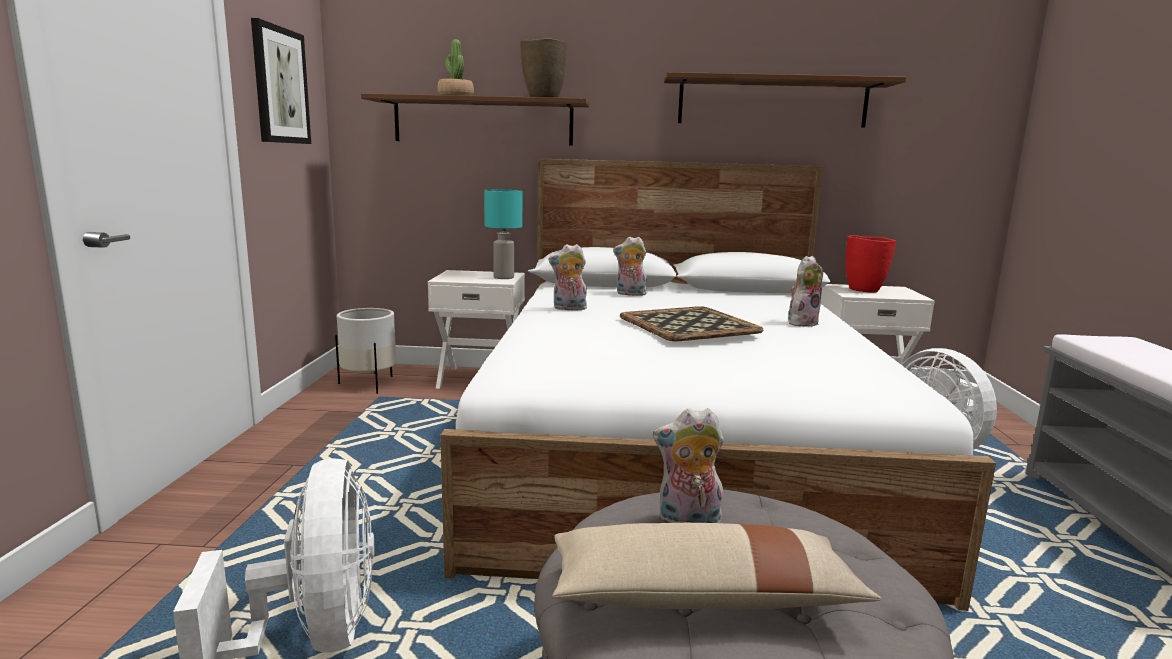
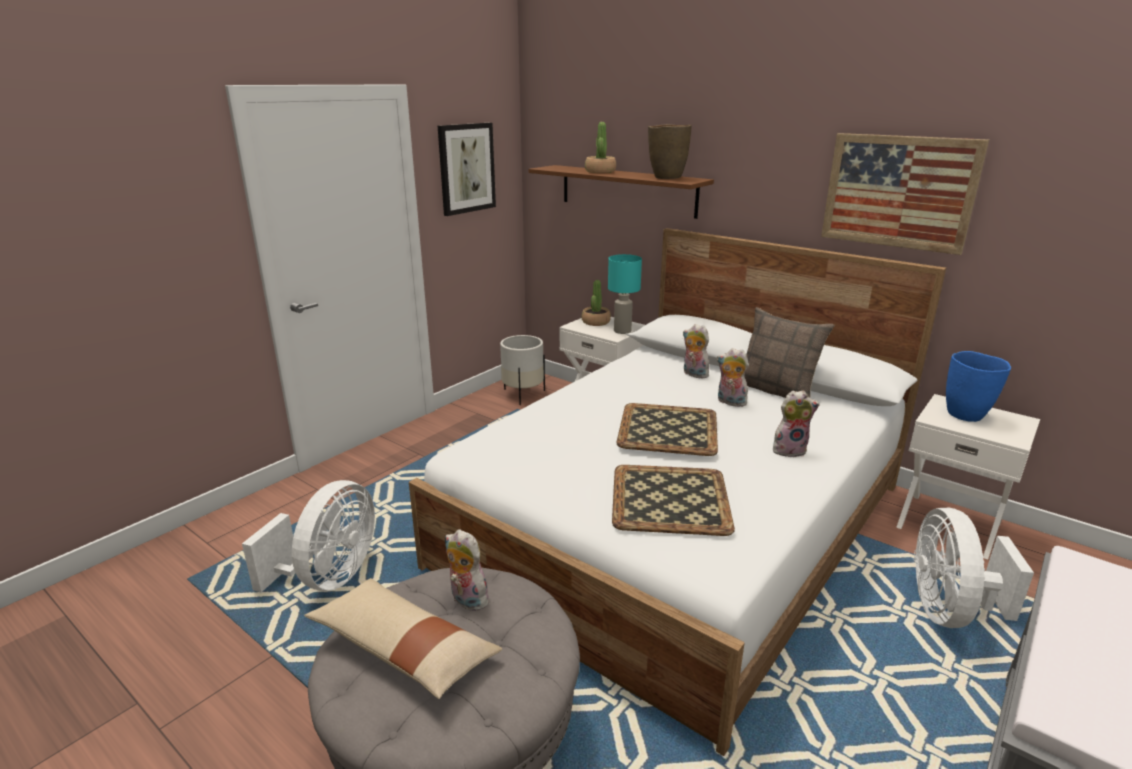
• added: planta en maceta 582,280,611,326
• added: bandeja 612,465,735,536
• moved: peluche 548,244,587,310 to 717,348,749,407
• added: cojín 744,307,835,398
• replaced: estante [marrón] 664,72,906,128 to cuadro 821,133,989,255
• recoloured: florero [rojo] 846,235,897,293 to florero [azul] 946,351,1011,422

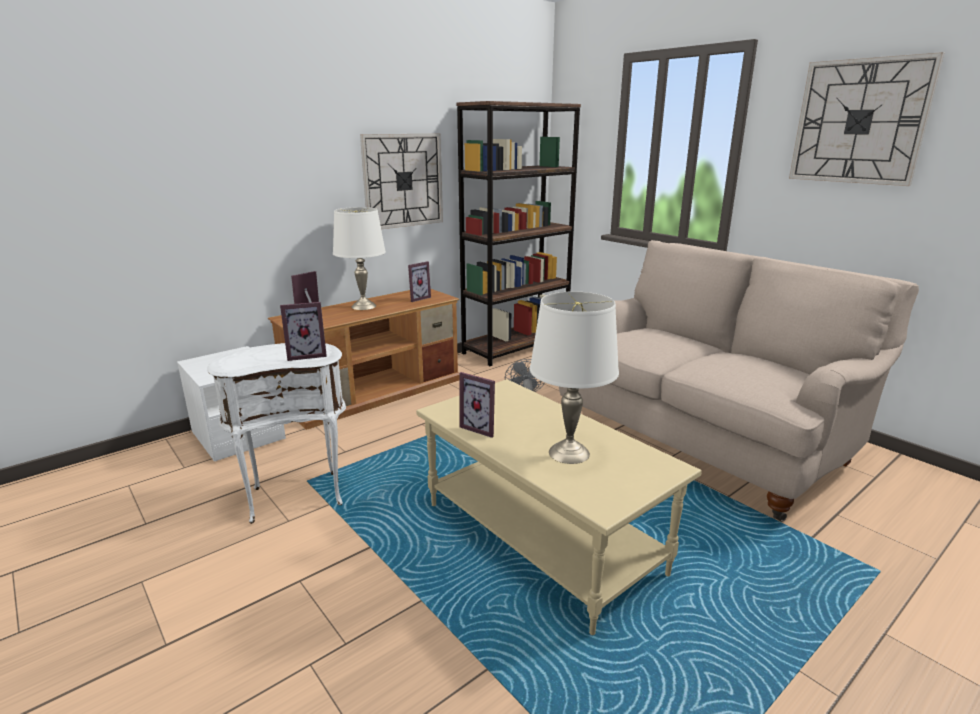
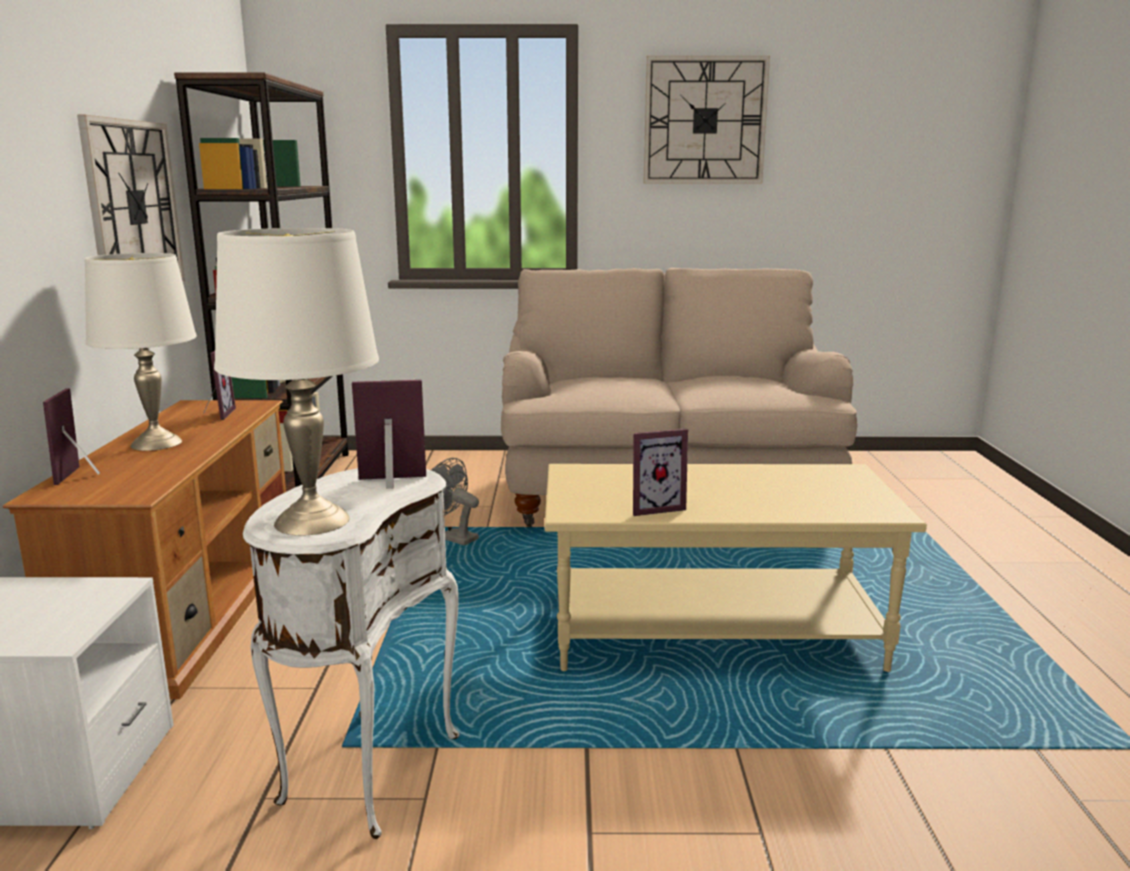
• moved: lámpara de mesa [blanco] 530,292,619,464 to 214,228,379,535
• turned: portarretratos 280,302,327,361 = 352,380,426,489 120 degrees counterclockwise

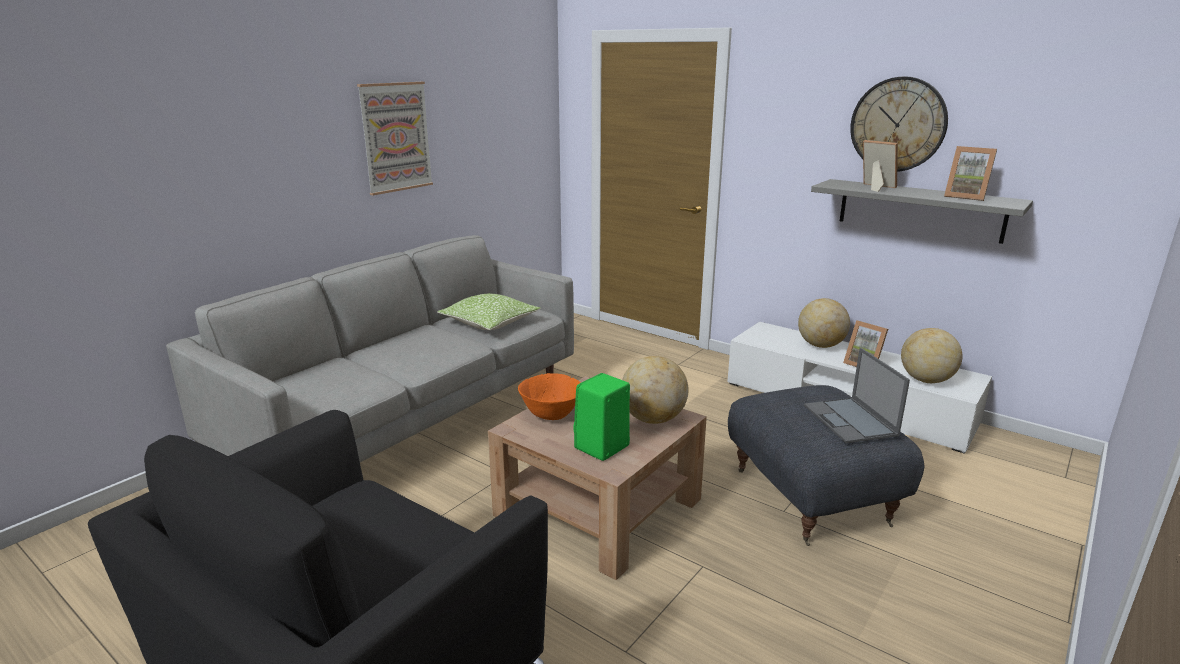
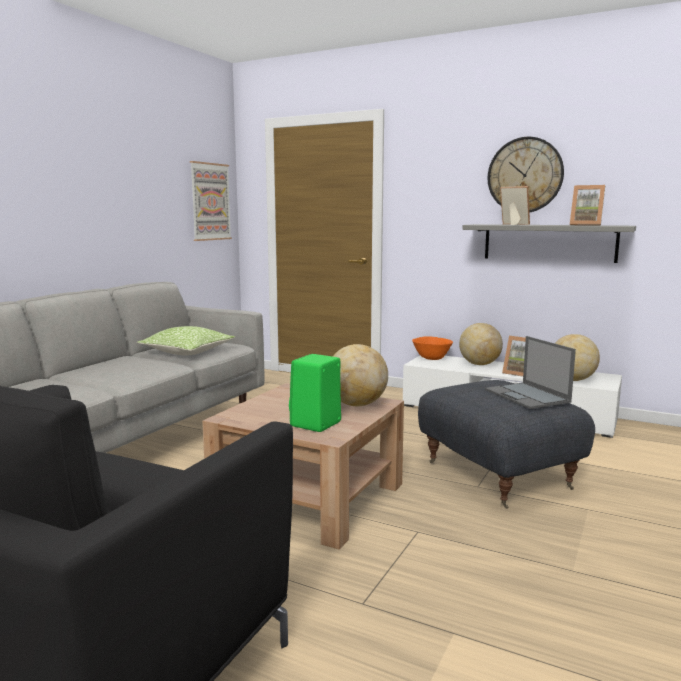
• moved: cuadro 357,82,433,195 to 190,161,232,241
• moved: cuenco [naranja] 518,373,580,420 to 412,337,453,360

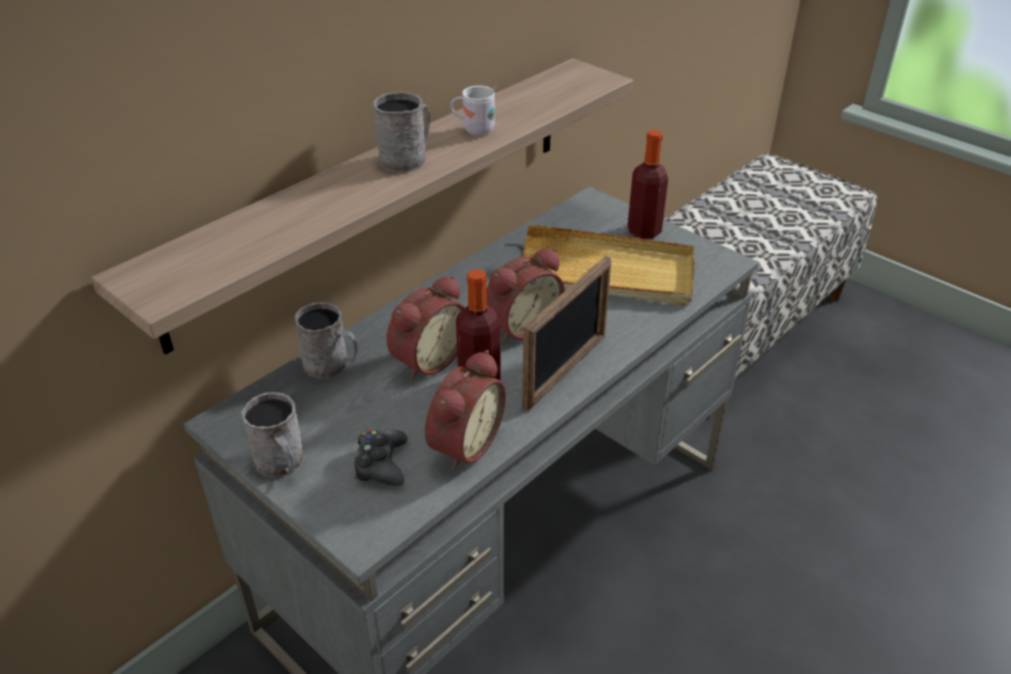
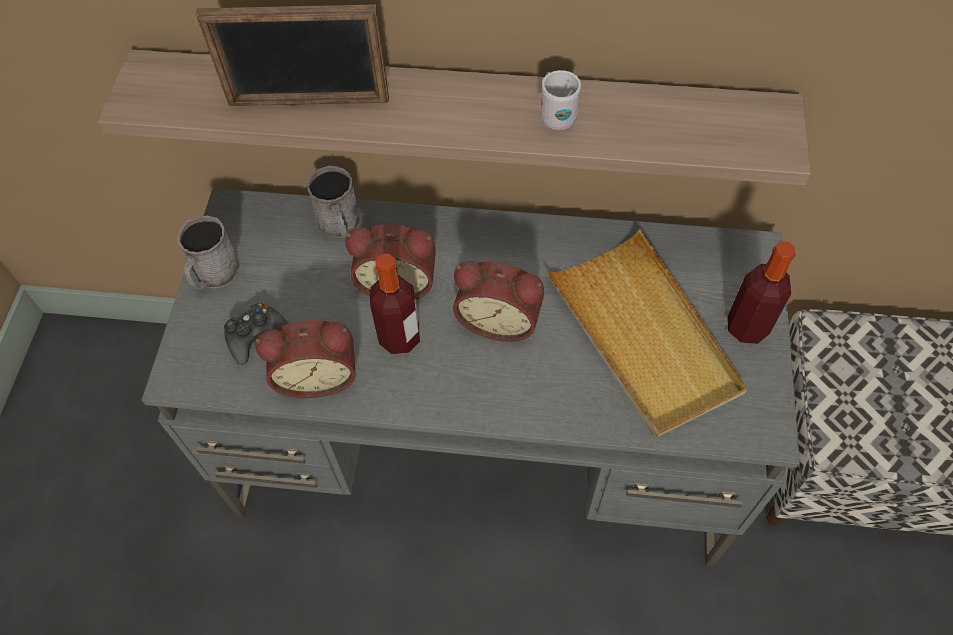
• moved: portarretratos 522,256,611,411 to 196,4,389,106
• removed: taza grande [gris] 373,92,430,172

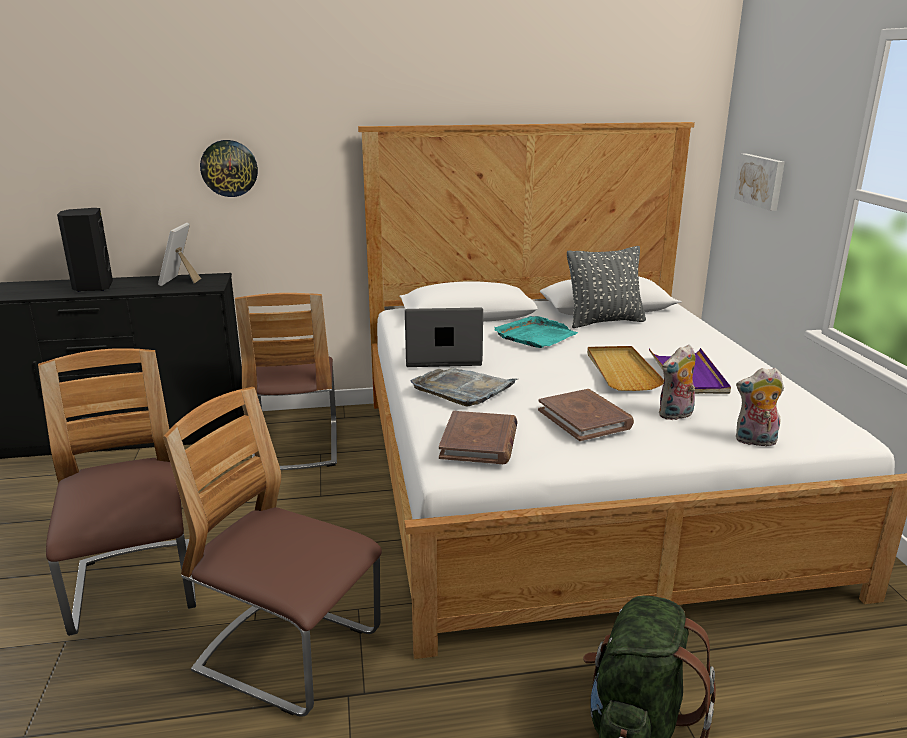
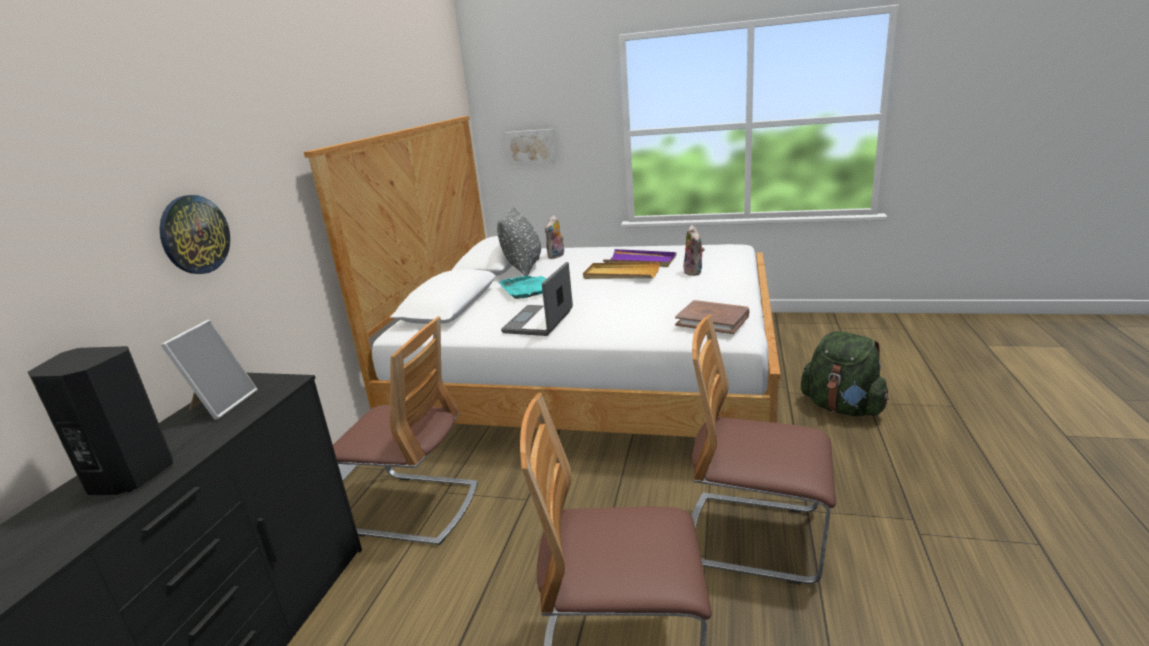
• turned: portarretratos 158,223,201,286 = 161,320,258,420 105 degrees counterclockwise
• moved: peluche 736,368,784,446 to 545,215,564,259
• turned: silla 163,387,382,717 = 691,315,836,584 60 degrees clockwise
• removed: bandeja [gris] 410,368,517,407
• removed: libro [marrón] 538,389,634,441

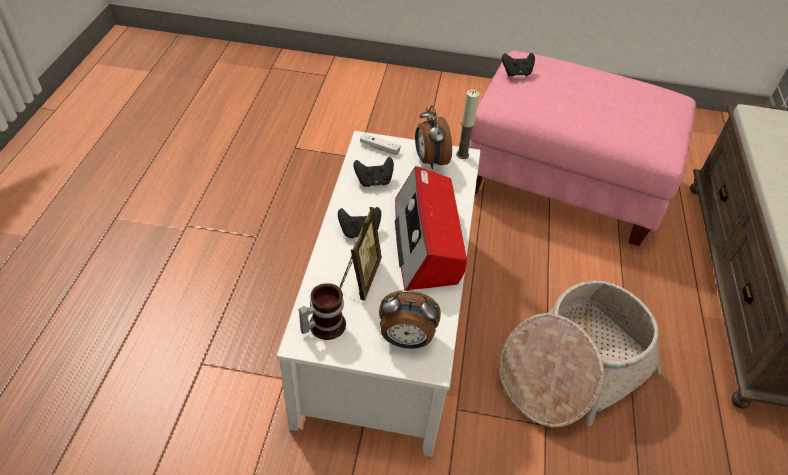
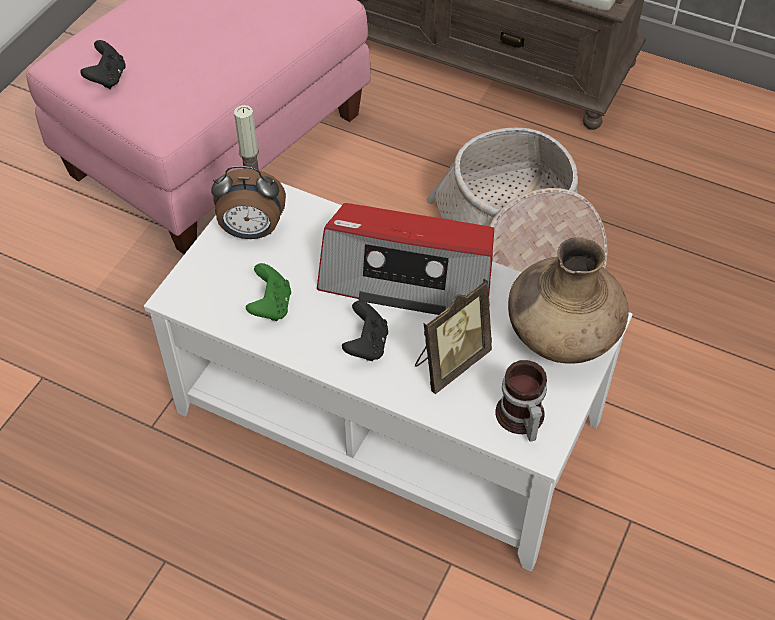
• recoloured: mando de consola [negro] 353,157,394,187 to mando de consola [verde] 246,263,291,321
• turned: portarretratos 339,207,382,301 = 415,279,492,394 105 degrees clockwise
• replaced: despertador 379,290,441,349 to florero [marrón] 508,237,629,364
• removed: mando de consola [blanco] 360,133,401,155

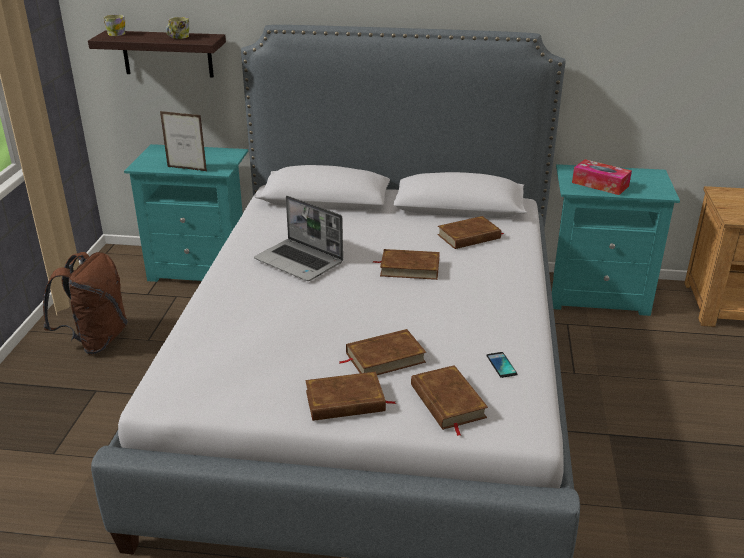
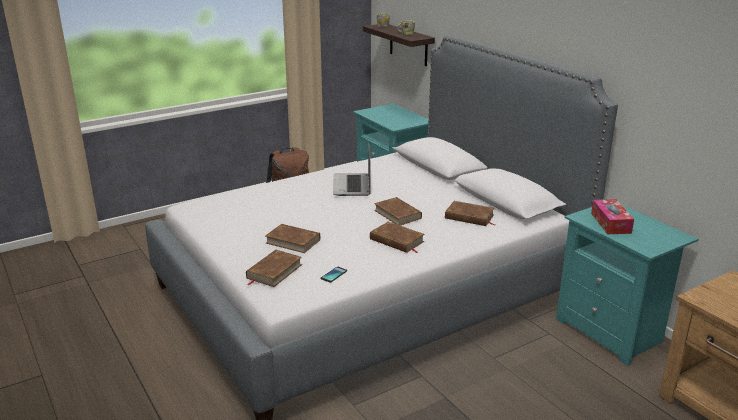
• moved: libro [marrón] 305,372,396,421 to 370,222,425,253
• removed: portarretratos 160,111,207,171

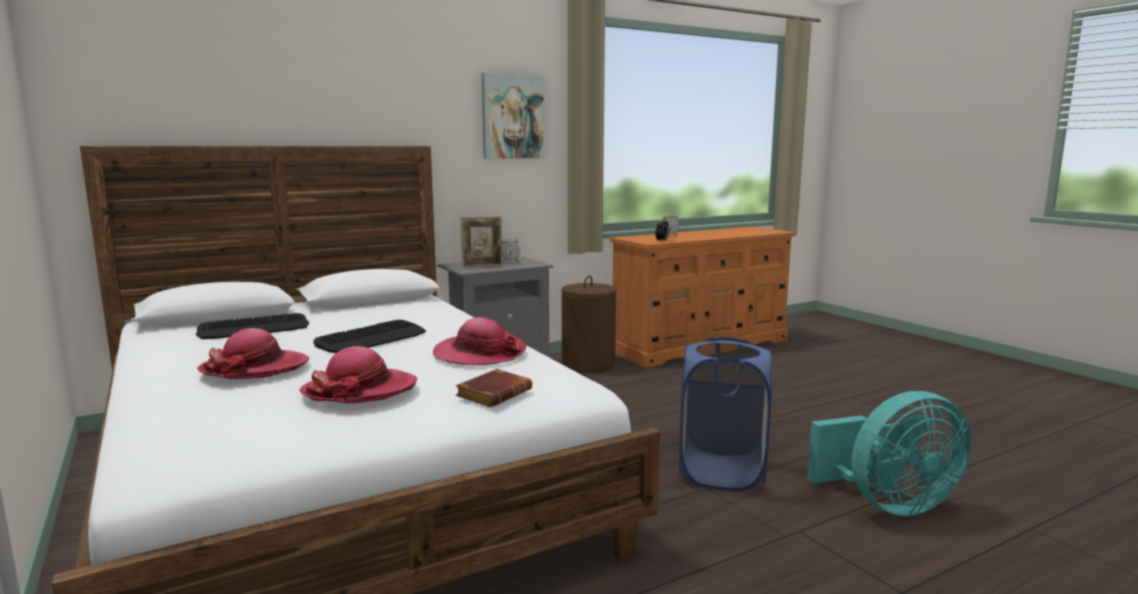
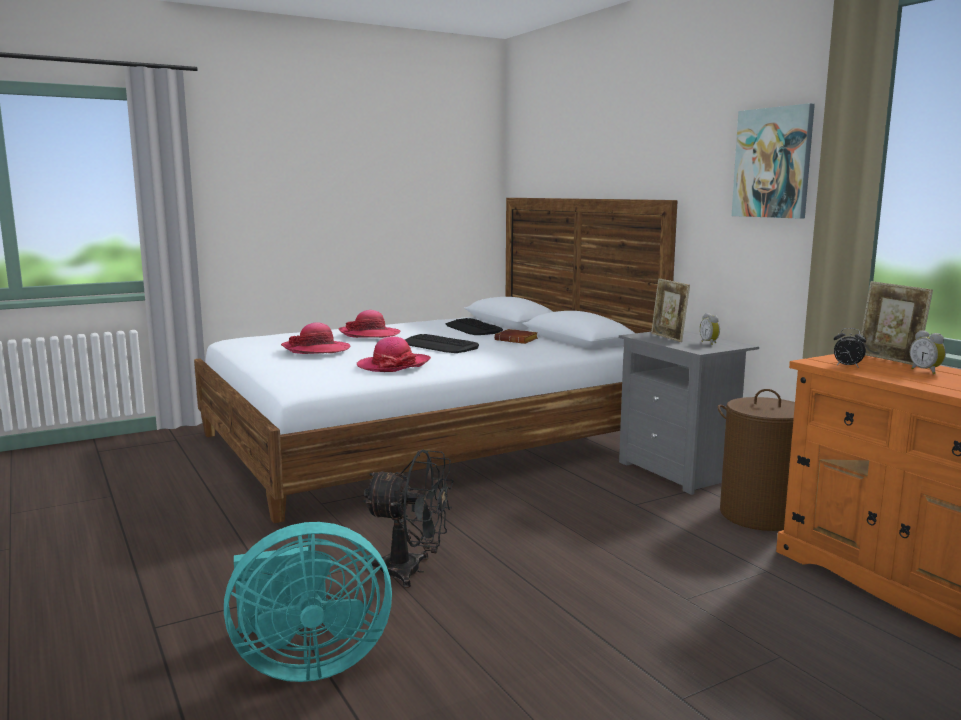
• turned: ventilador [turquesa] 807,391,971,516 = 224,522,392,682 90 degrees counterclockwise
• replaced: cesto de la ropa [azul] 679,337,772,491 to ventilador [negro] 363,450,453,588
• moved: libro [marrón] 456,369,532,407 to 494,329,538,344
• added: portarretratos 861,281,933,365

